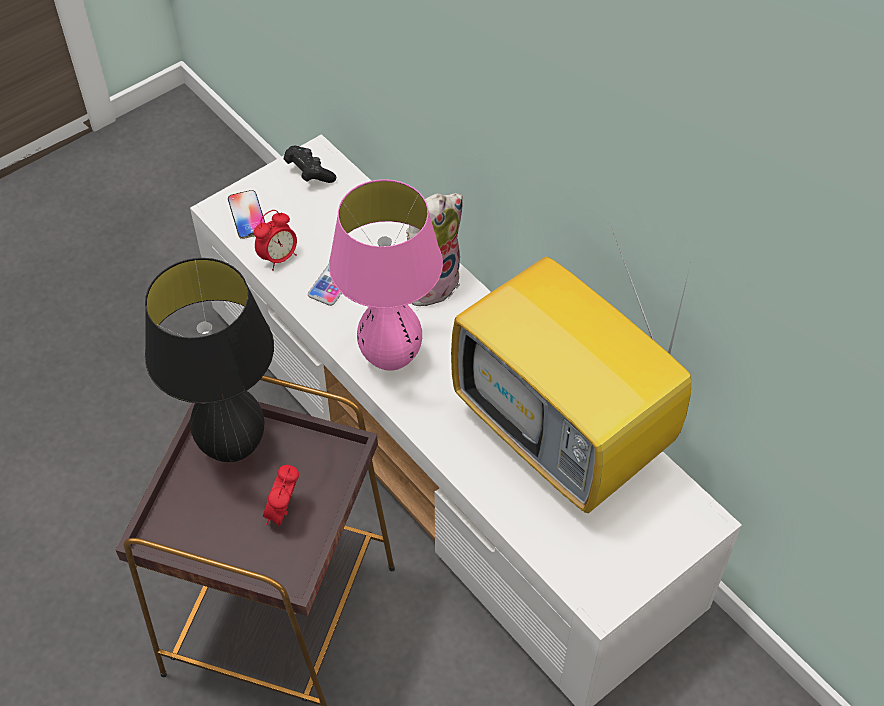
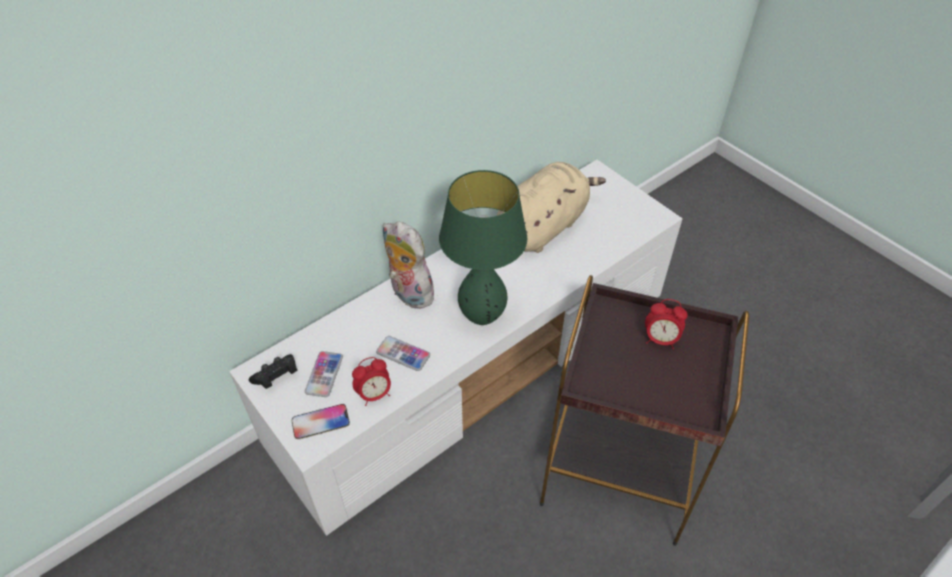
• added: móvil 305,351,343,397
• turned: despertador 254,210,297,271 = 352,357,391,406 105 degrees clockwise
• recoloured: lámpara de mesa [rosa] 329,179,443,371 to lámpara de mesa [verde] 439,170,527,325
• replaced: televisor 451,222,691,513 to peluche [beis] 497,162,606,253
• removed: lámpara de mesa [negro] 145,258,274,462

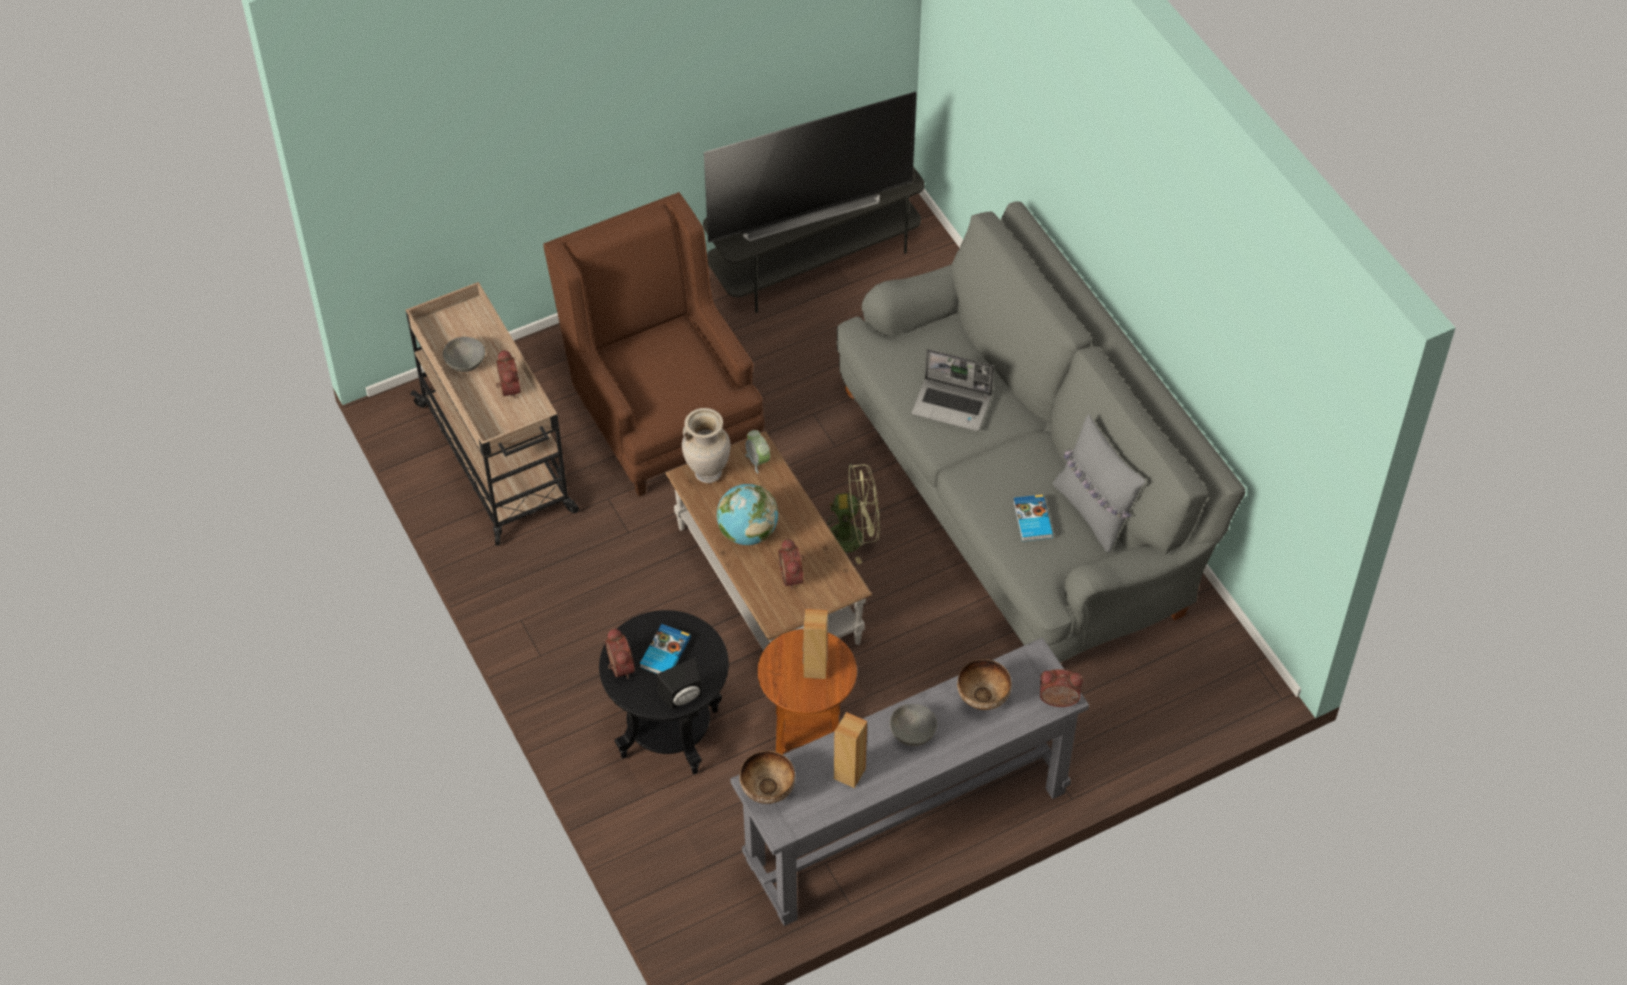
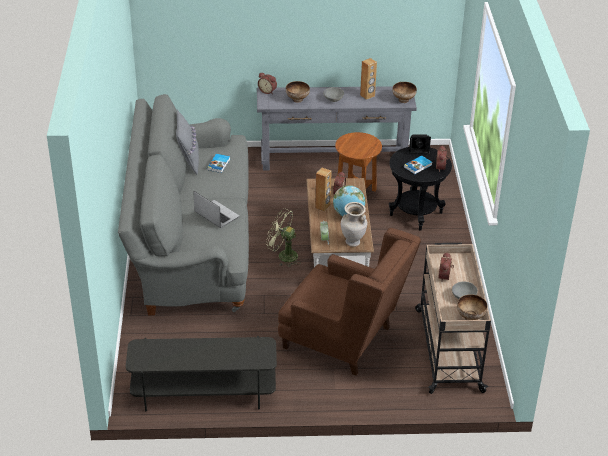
• turned: sillón [marrón] 543,192,764,497 = 278,228,421,376 60 degrees counterclockwise
• moved: altavoz [marrón] 803,609,828,679 to 315,168,332,212
• added: cuenco 457,294,488,320
• removed: televisor 704,92,916,243

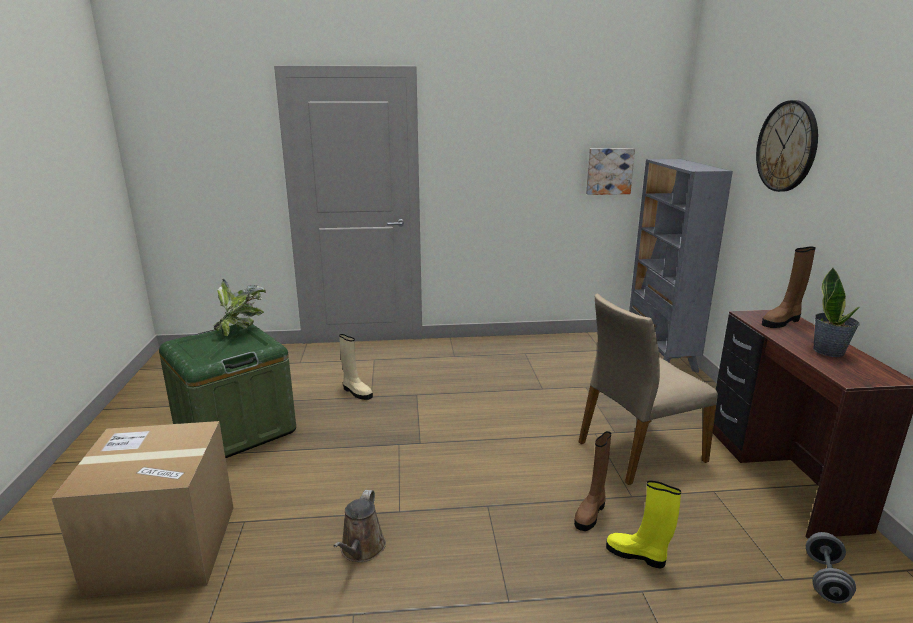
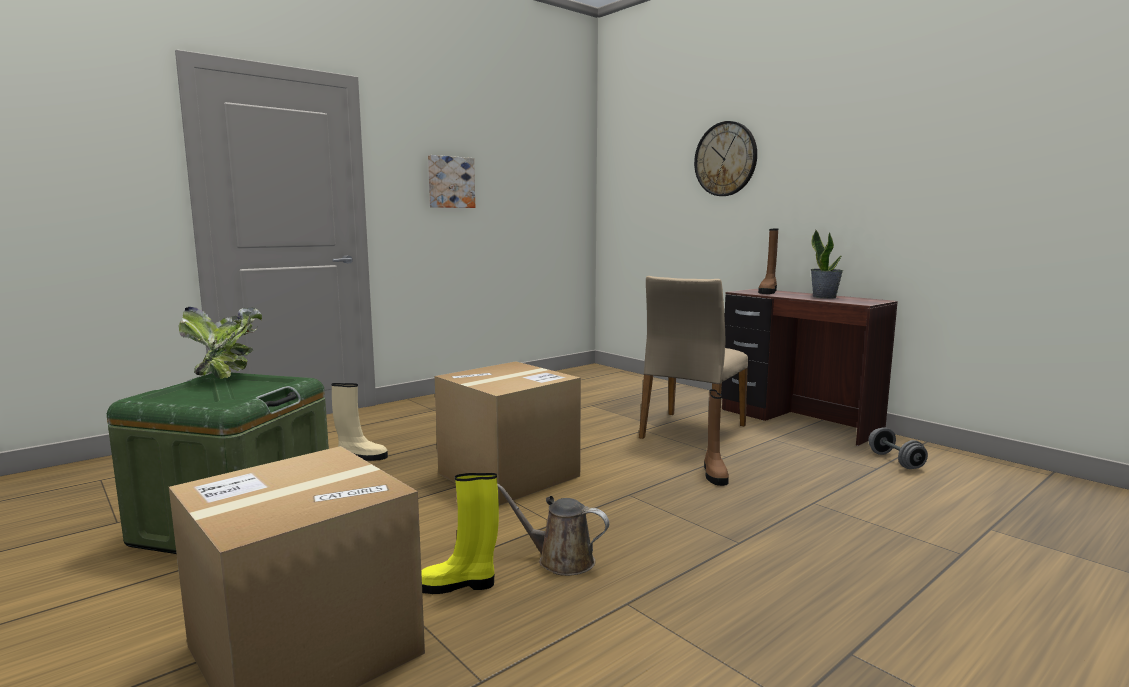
• moved: bota [amarillo] 606,481,681,568 to 421,473,499,594
• moved: cuadro 586,148,635,195 to 428,155,475,208
• added: caja de cartón 435,361,581,506
• turned: regadera [marrón] 333,490,386,562 = 497,483,609,576 135 degrees clockwise
• removed: estantería [gris] 629,159,733,373

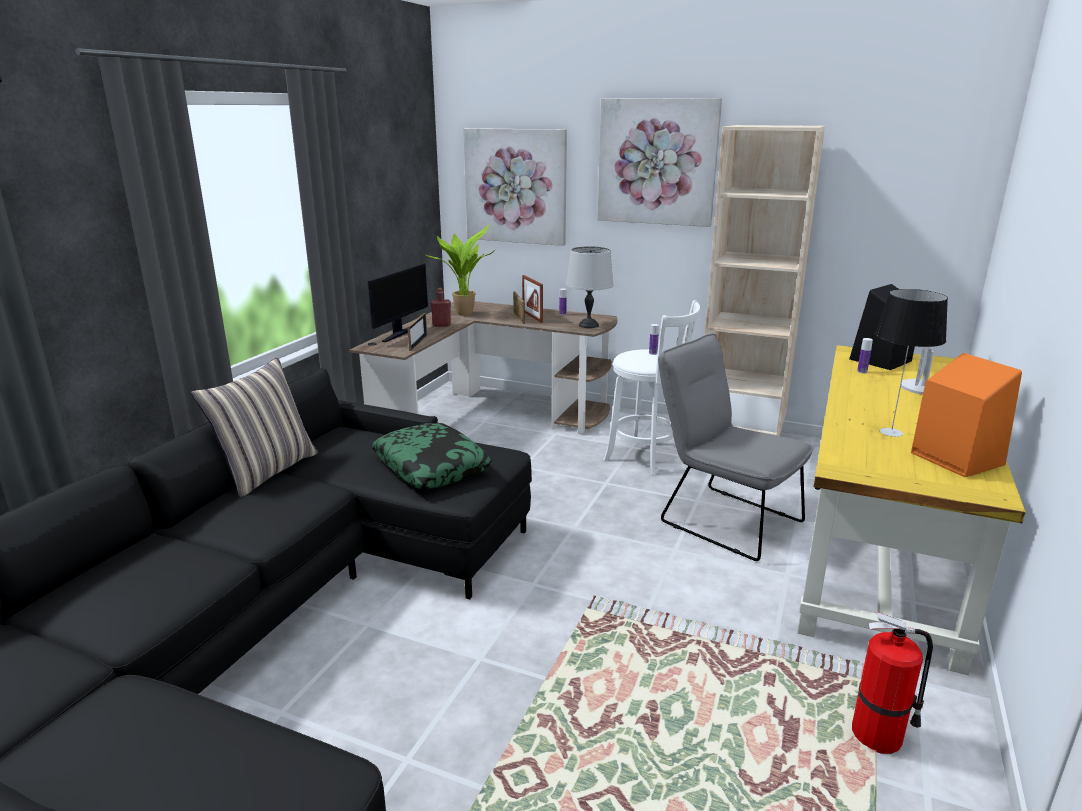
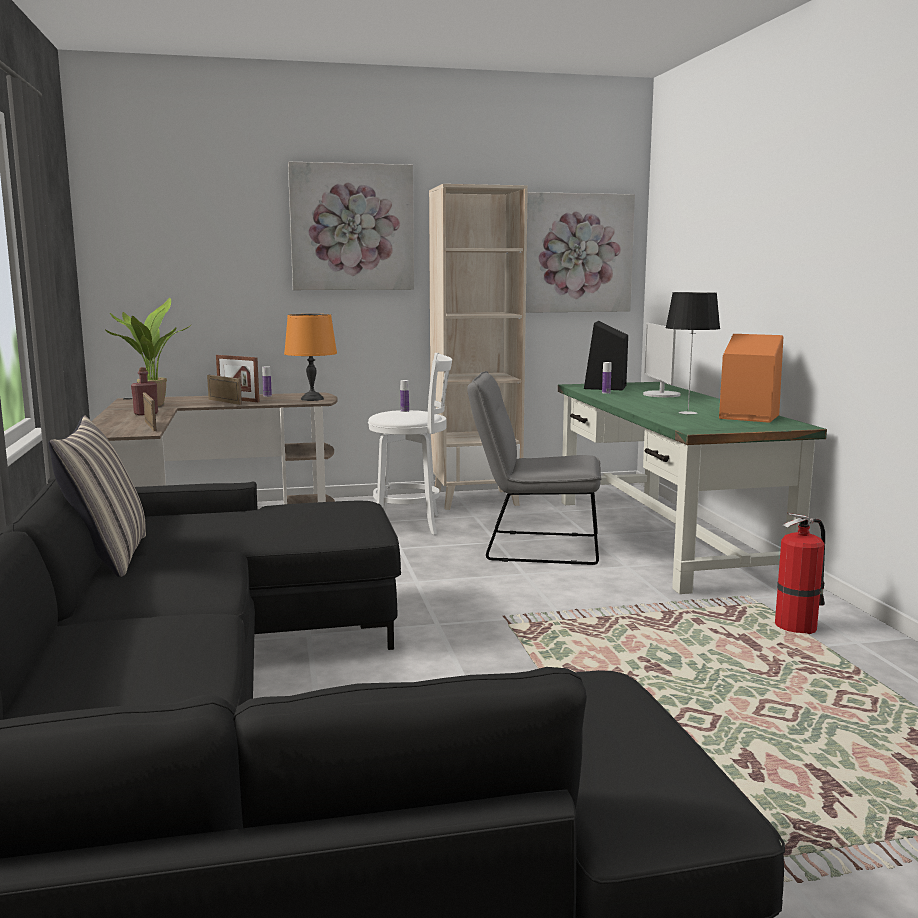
• recoloured: lámpara de mesa [gris] 566,246,614,328 to lámpara de mesa [naranja] 284,314,337,401
• moved: cuadro 463,128,567,246 to 526,192,635,313
• recoloured: escritorio [amarillo] 797,345,1026,675 to escritorio [verde] 558,382,827,594
• removed: monitor 368,263,428,342
• removed: cojín 372,423,492,489

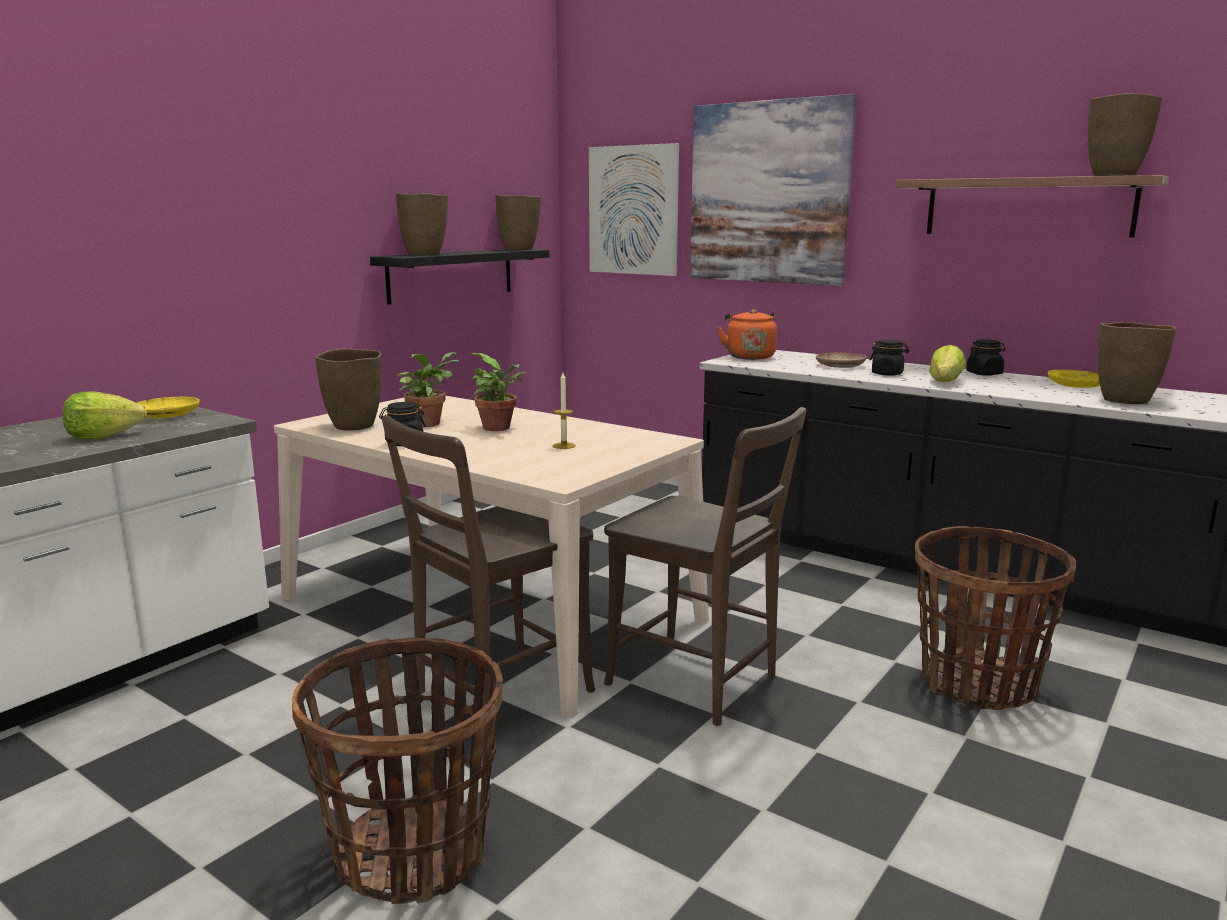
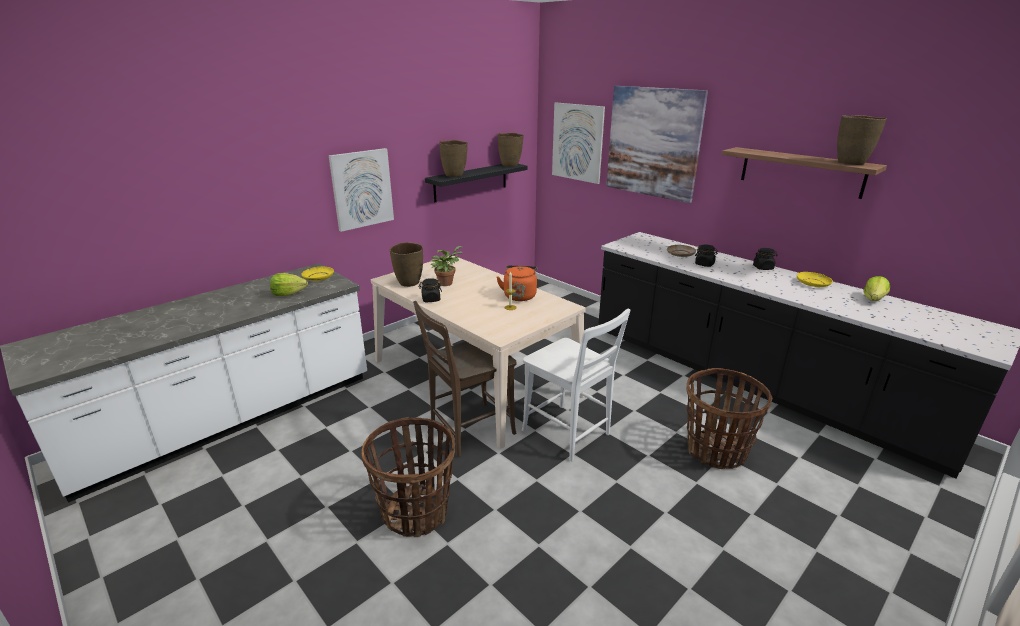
• added: cuadro 329,148,394,232
• moved: hervidor [naranja] 717,309,777,360 to 496,265,537,301
• recoloured: silla [marrón] 604,407,806,726 to silla [blanco] 522,309,630,461
• moved: lechuga 929,345,966,382 to 863,276,890,301
• removed: planta en maceta 469,353,526,431
• removed: florero [marrón] 1098,322,1176,404

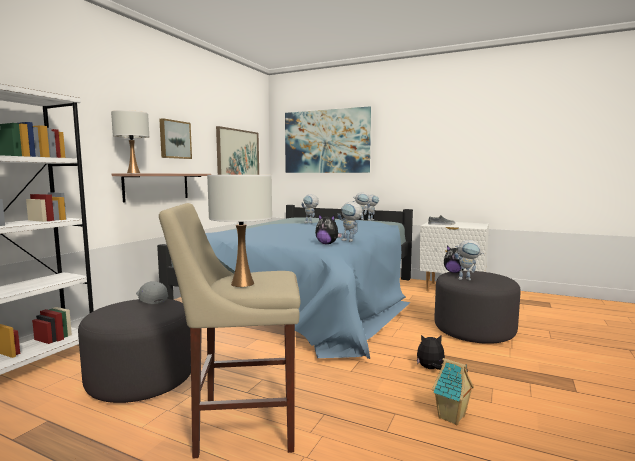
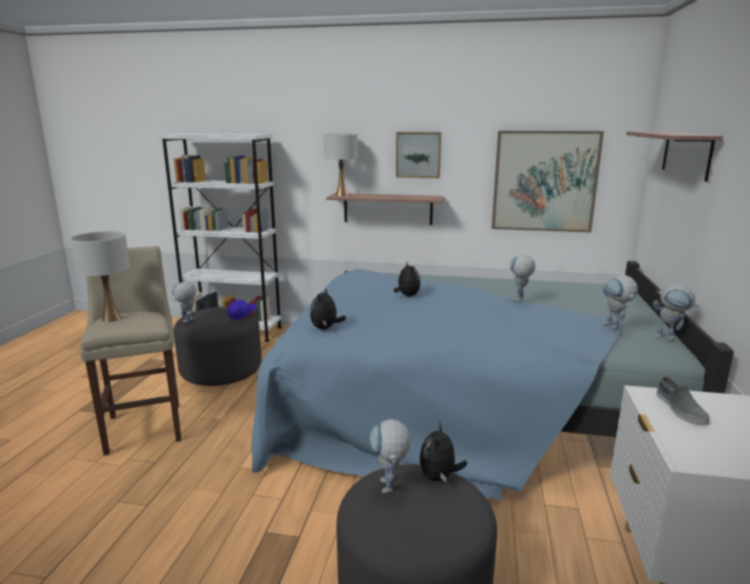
• moved: robot de juguete 337,202,363,242 to 172,281,196,323
• recoloured: gorra [gris] 136,281,168,304 to gorra [azul] 227,300,257,320
• moved: peluche 417,335,445,370 to 394,261,421,297
• replaced: cuadro 285,106,371,173 to estante 626,132,723,182
• removed: casita 432,358,474,425

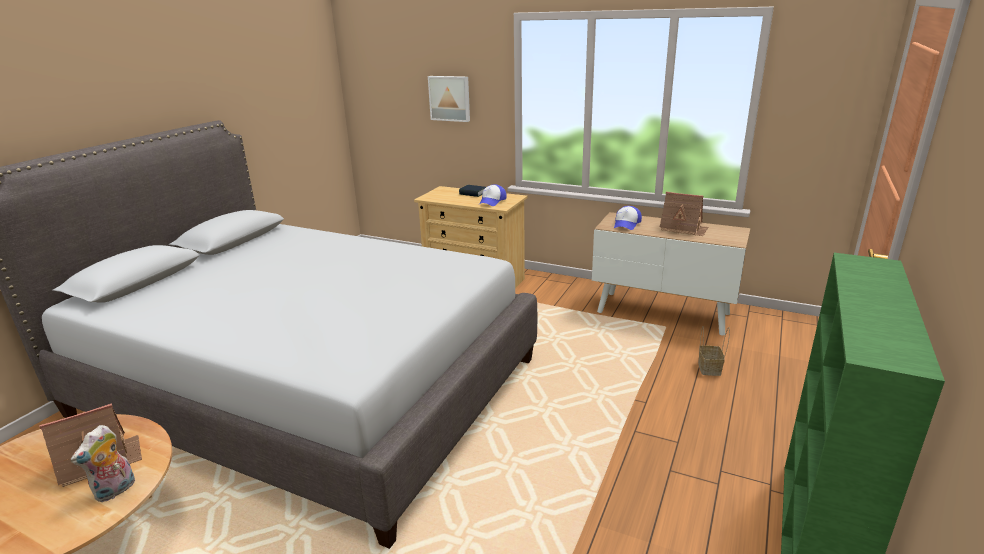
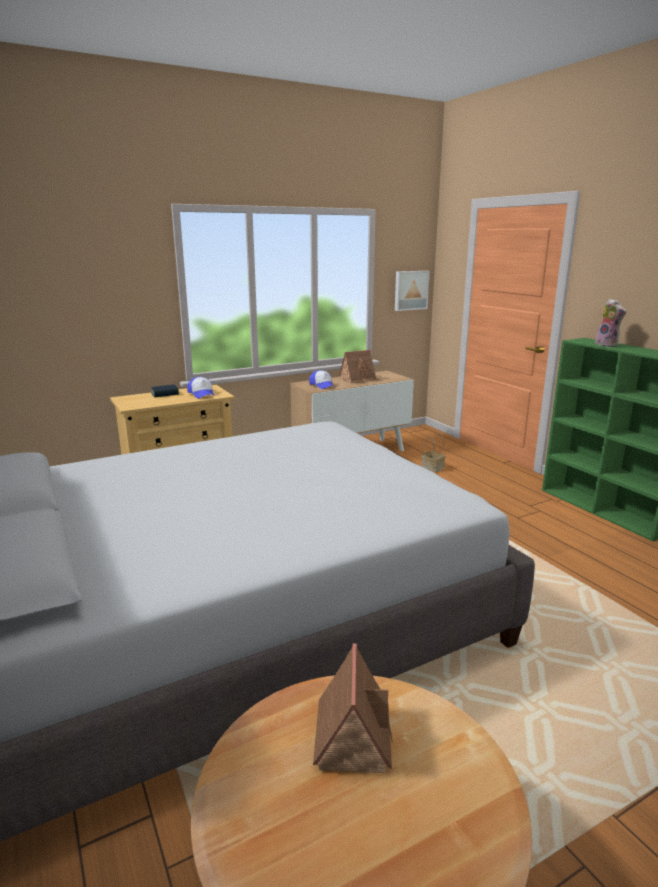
• moved: cuadro 428,76,470,122 to 395,271,430,311
• moved: peluche 71,425,135,502 to 595,299,626,347

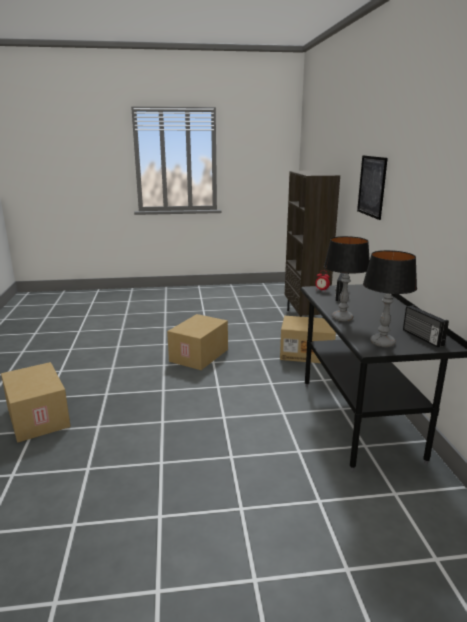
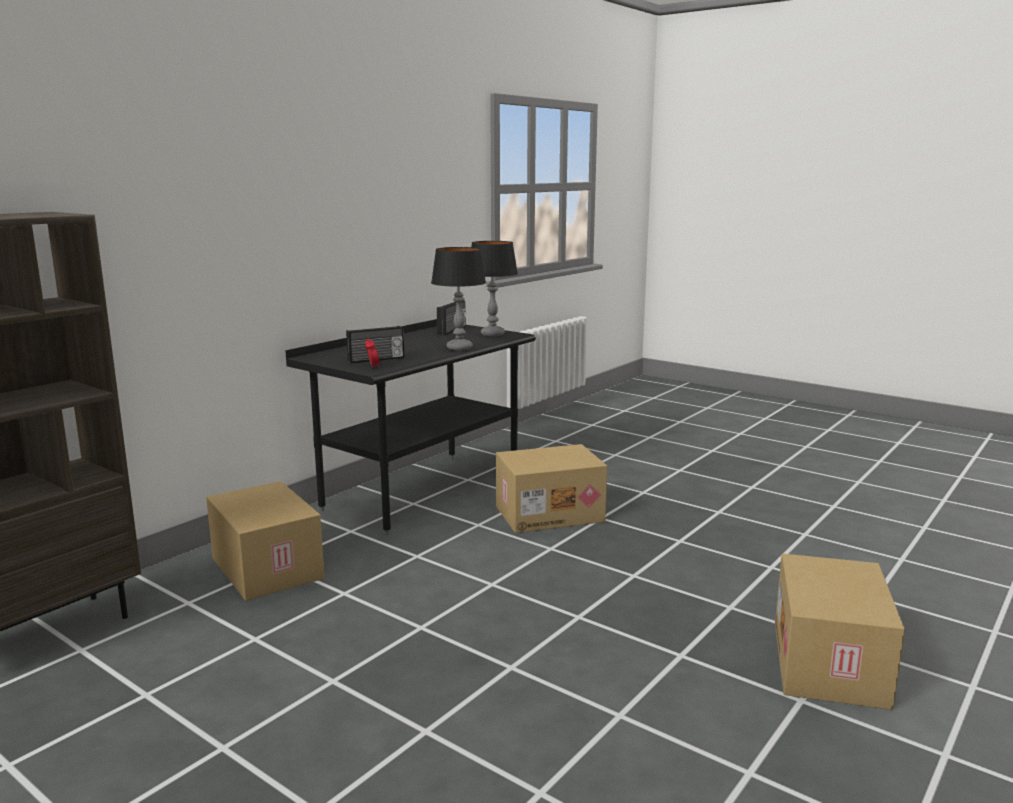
• moved: caja de cartón 167,314,228,370 to 496,444,607,533
• removed: cuadro 357,155,388,220

